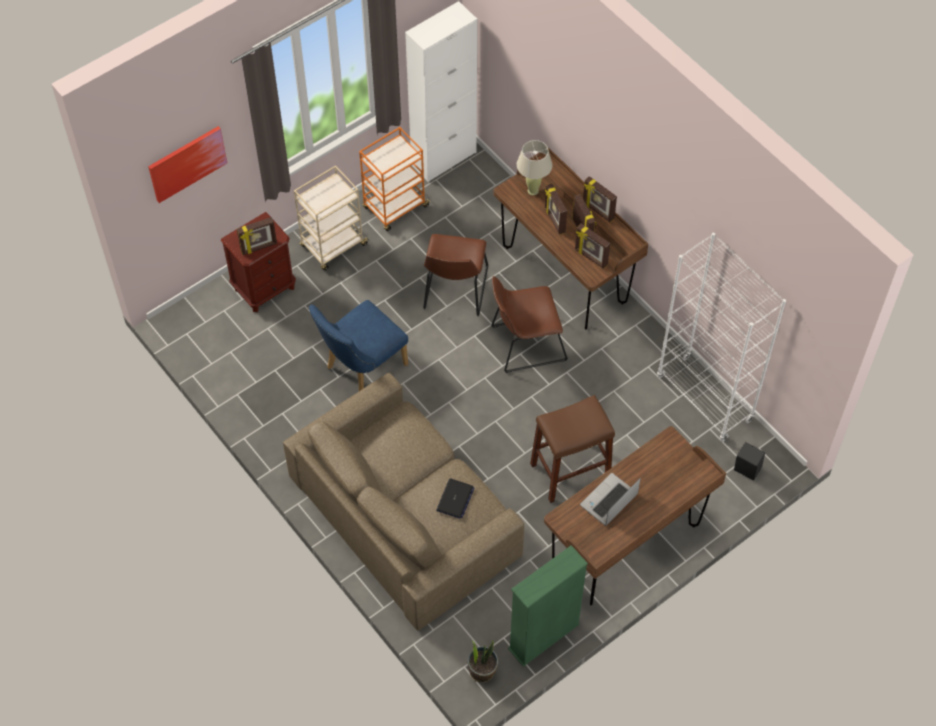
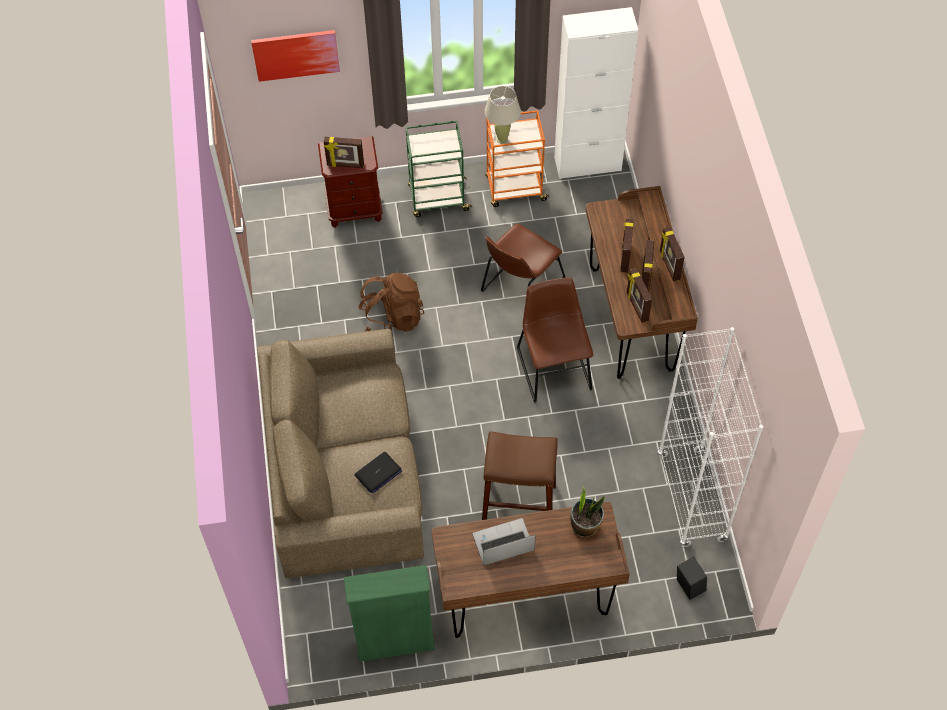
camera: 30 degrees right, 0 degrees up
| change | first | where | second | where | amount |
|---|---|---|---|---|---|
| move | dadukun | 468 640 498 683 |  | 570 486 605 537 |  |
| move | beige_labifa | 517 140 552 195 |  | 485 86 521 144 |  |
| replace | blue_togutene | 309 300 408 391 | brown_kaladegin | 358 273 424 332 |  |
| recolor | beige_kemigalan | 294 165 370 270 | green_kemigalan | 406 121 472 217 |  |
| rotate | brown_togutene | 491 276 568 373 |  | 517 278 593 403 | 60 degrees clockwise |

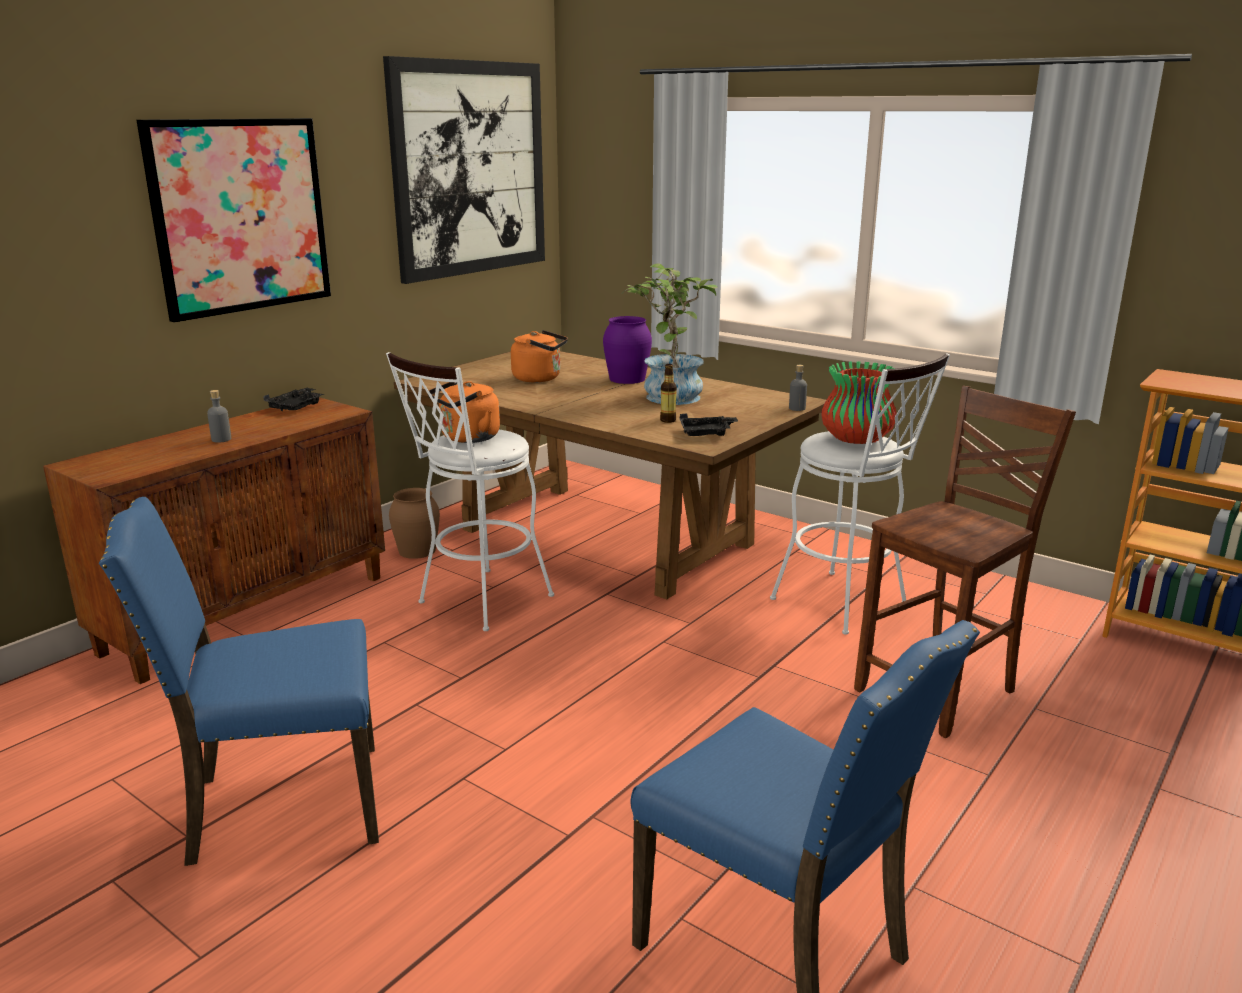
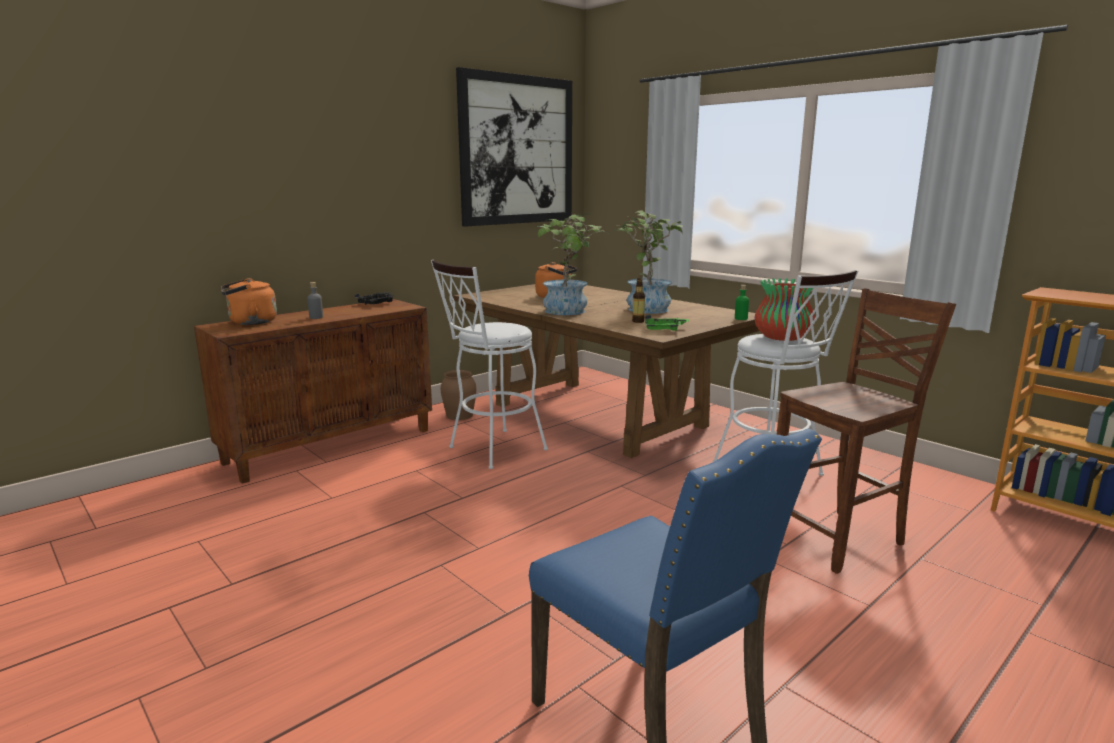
camera: 10 degrees right, 5 degrees down
| change | first | where | second | where | amount |
|---|---|---|---|---|---|
| delete | blue_togutene | 99 497 379 866 |  |  |  |
| delete | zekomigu | 137 118 331 322 |  |  |  |
| delete | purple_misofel | 603 316 652 384 |  |  |  |
| insert |  |  | dadukun | 537 213 610 315 |  |
| move | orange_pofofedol | 428 381 500 443 |  | 221 278 277 325 |  |
| recolor | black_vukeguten | 680 414 738 436 | green_vukeguten | 645 315 689 331 |  |
| recolor | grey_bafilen | 789 365 807 411 | green_bafilen | 735 285 749 320 |  |

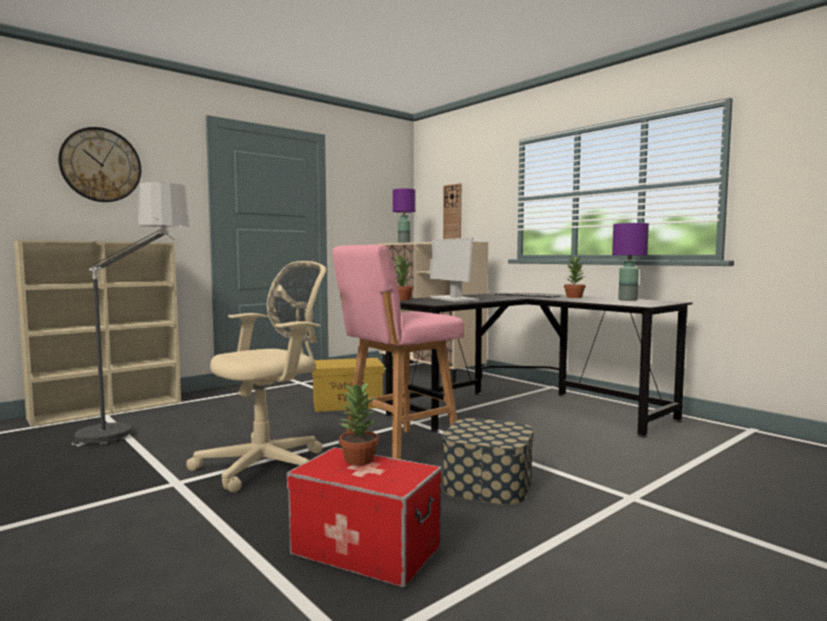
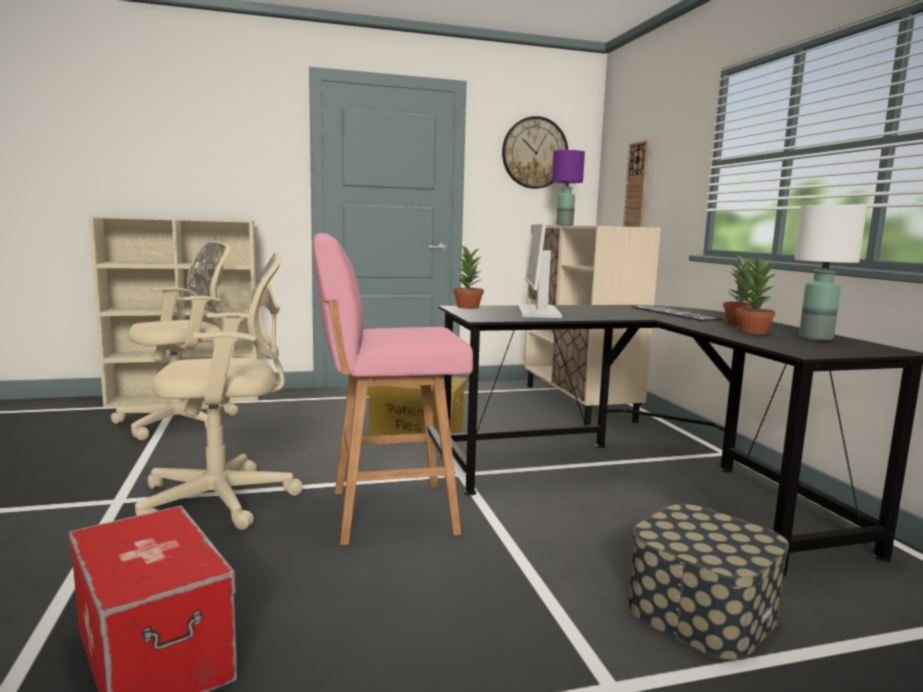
camera: 25 degrees right, 5 degrees up
| change | first | where | second | where | amount |
|---|---|---|---|---|---|
| move | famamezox | 58 127 141 202 |  | 502 116 568 189 |  |
| move | dadukun | 338 382 379 466 |  | 735 257 776 334 |  |
| move | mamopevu | 442 418 534 505 |  | 628 504 789 660 |  |
| replace | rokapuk | 72 182 190 447 | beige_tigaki | 111 241 238 440 |  |
| recolor | purple_labifa | 612 223 649 301 | white_labifa | 794 205 867 341 |  |

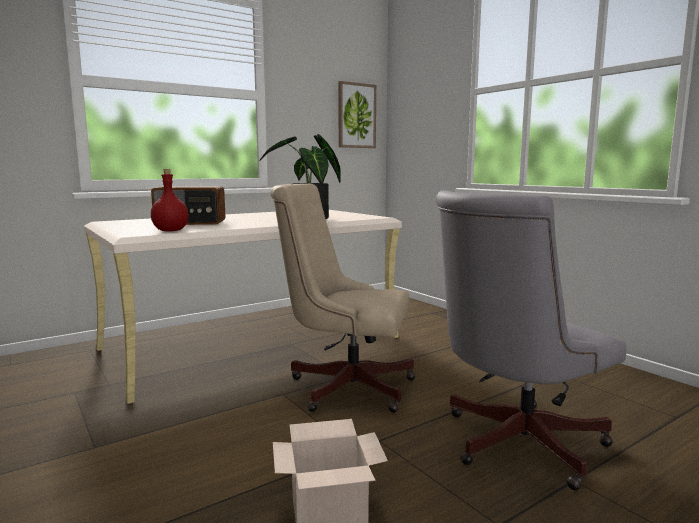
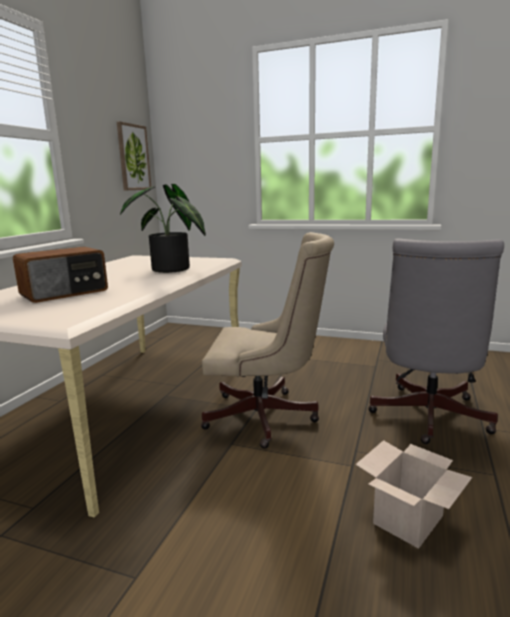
camera: 35 degrees left, 5 degrees up
| change | first | where | second | where | amount |
|---|---|---|---|---|---|
| delete | red_bafilen | 151 169 189 232 |  |  |  |
| rotate | beige_tigaki | 270 184 416 413 |  | 201 232 334 449 | 150 degrees counterclockwise |

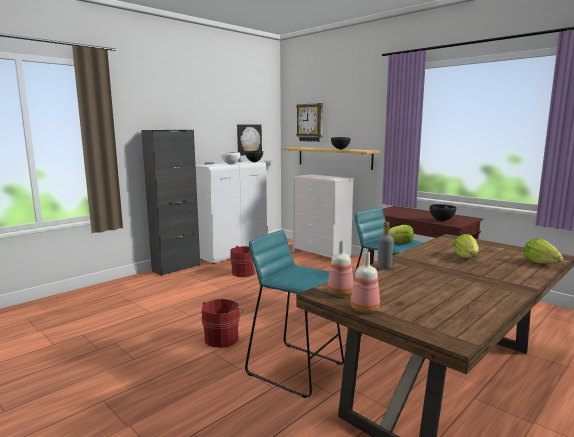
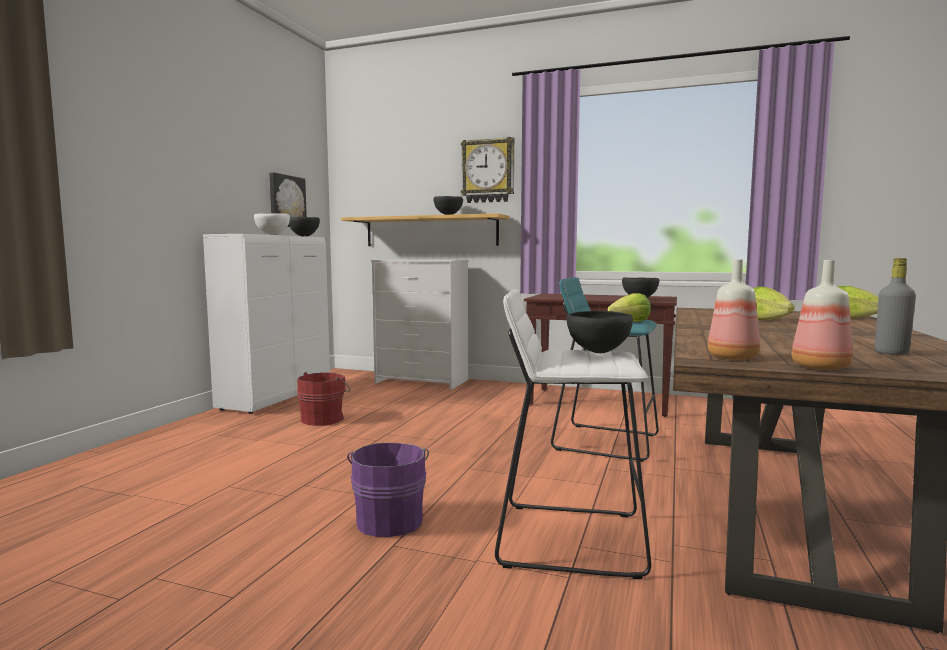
camera: 25 degrees left, 5 degrees down
| change | first | where | second | where | amount |
|---|---|---|---|---|---|
| delete | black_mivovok | 141 130 200 276 |  |  |  |
| insert |  |  | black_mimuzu | 567 311 633 353 |  |
| move | famamezox | 296 103 323 142 |  | 461 137 514 203 |  |
| move | grey_bafilen | 378 222 394 269 |  | 875 258 916 355 |  |
| recolor | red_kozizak | 201 299 243 348 | purple_kozizak | 347 442 429 537 |  |
| recolor | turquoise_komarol | 245 230 344 398 | white_komarol | 495 289 651 579 |  |

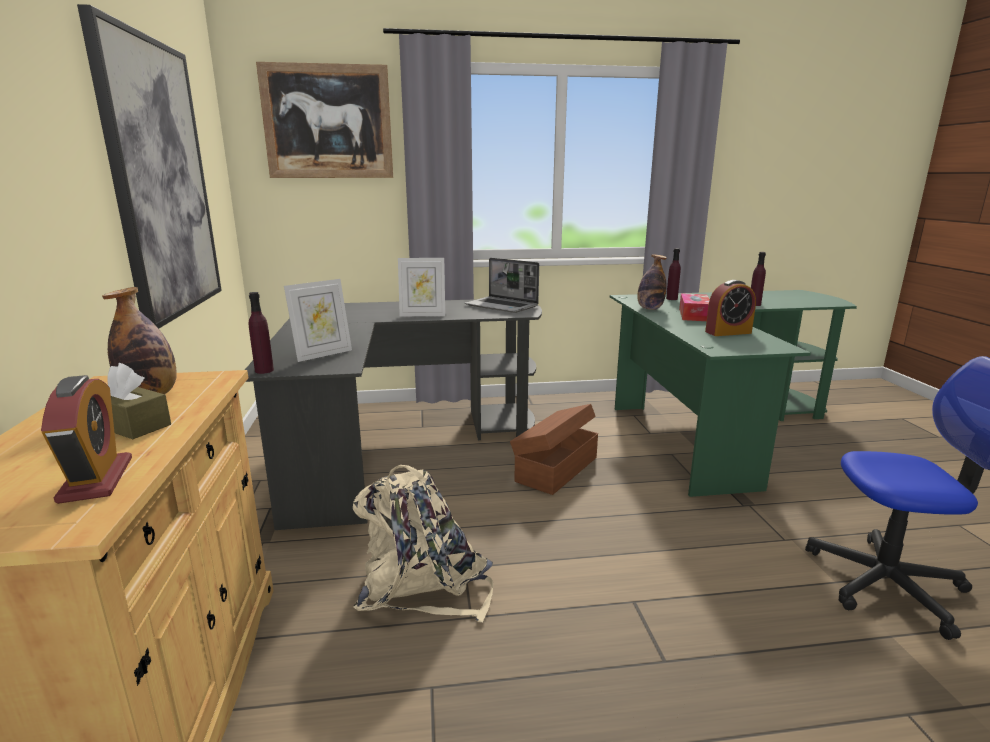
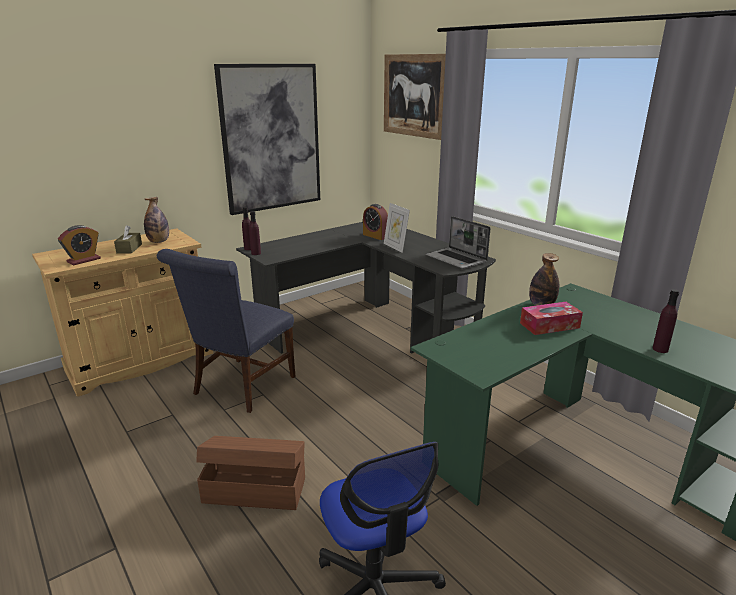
camera: 60 degrees right, 5 degrees up
| change | first | where | second | where | amount |
|---|---|---|---|---|---|
| delete | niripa | 284 279 352 362 |  |  |  |
| move | brown_mamopevu | 510 404 598 495 |  | 196 436 305 510 |  |
| move | purple_bafilen | 666 248 681 300 |  | 249 211 261 255 |  |
| move | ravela | 705 280 756 336 |  | 363 204 388 240 |  |
| replace | beige_kaladegin | 353 465 493 622 | blue_togutene | 157 249 296 413 |  |
| rotate | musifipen | 465 258 539 313 |  | 426 216 491 269 | 45 degrees counterclockwise |

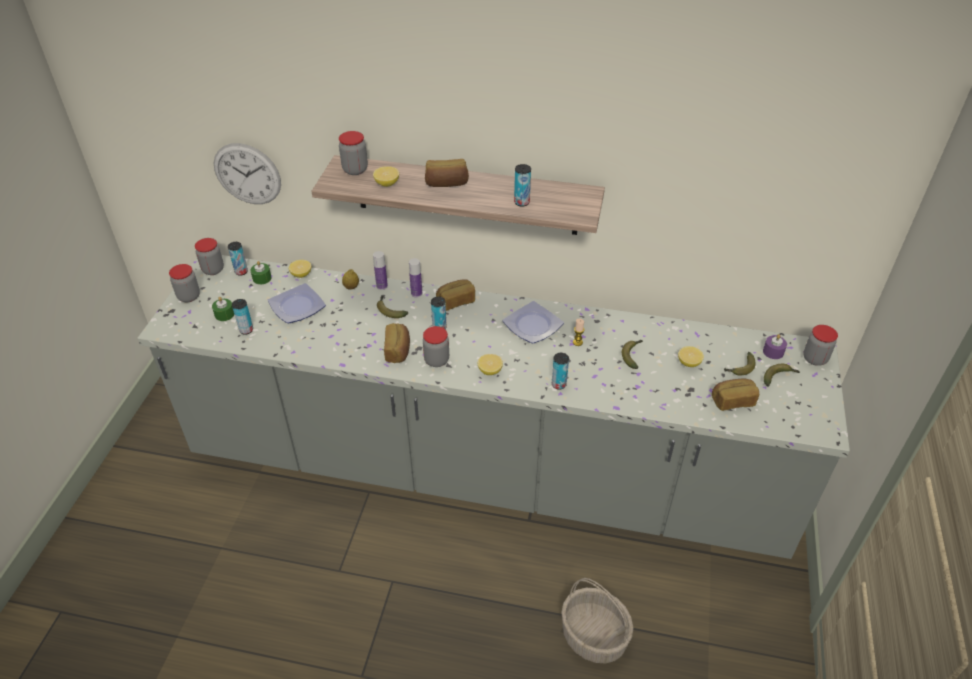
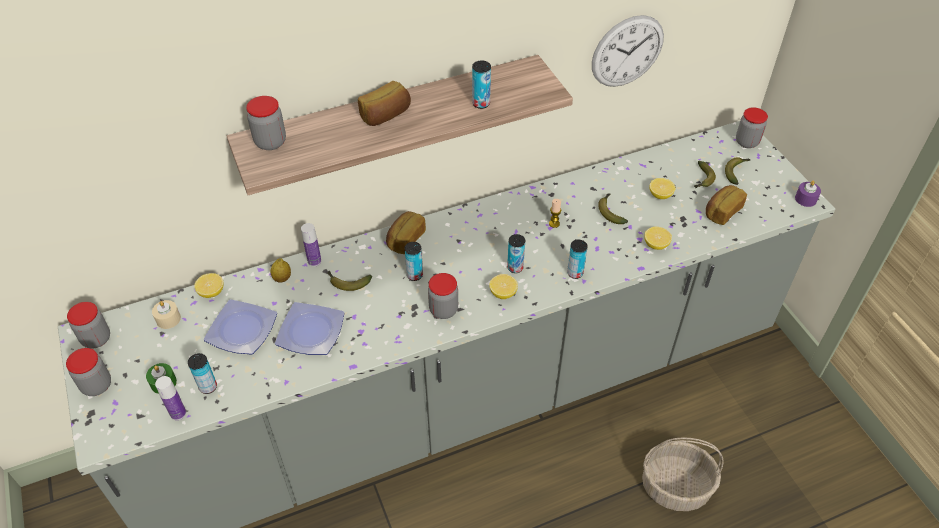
camera: 35 degrees left, 5 degrees up
| change | first | where | second | where | amount |
|---|---|---|---|---|---|
| delete | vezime | 384 323 410 363 |  |  |  |
| move | famamezox | 214 143 281 204 |  | 592 15 664 87 |  |
| move | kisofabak | 228 242 248 276 |  | 507 234 525 273 |  |
| move | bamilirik | 373 166 399 187 |  | 644 227 672 250 |  |
| move | bafilen | 409 258 422 297 |  | 155 376 186 420 |  |
| move | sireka | 503 301 564 343 |  | 275 302 344 355 |  |
| move | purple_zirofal | 763 334 787 359 |  | 795 180 821 207 |  |
| recolor | green_zirofal | 250 261 272 285 | beige_zirofal | 152 300 181 329 |  |

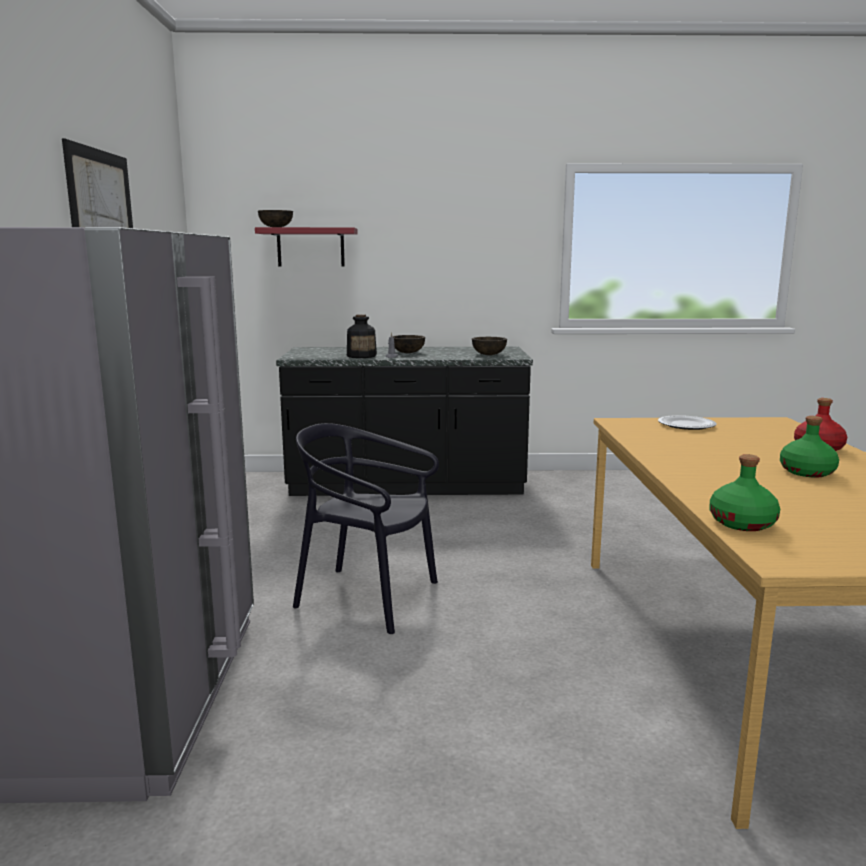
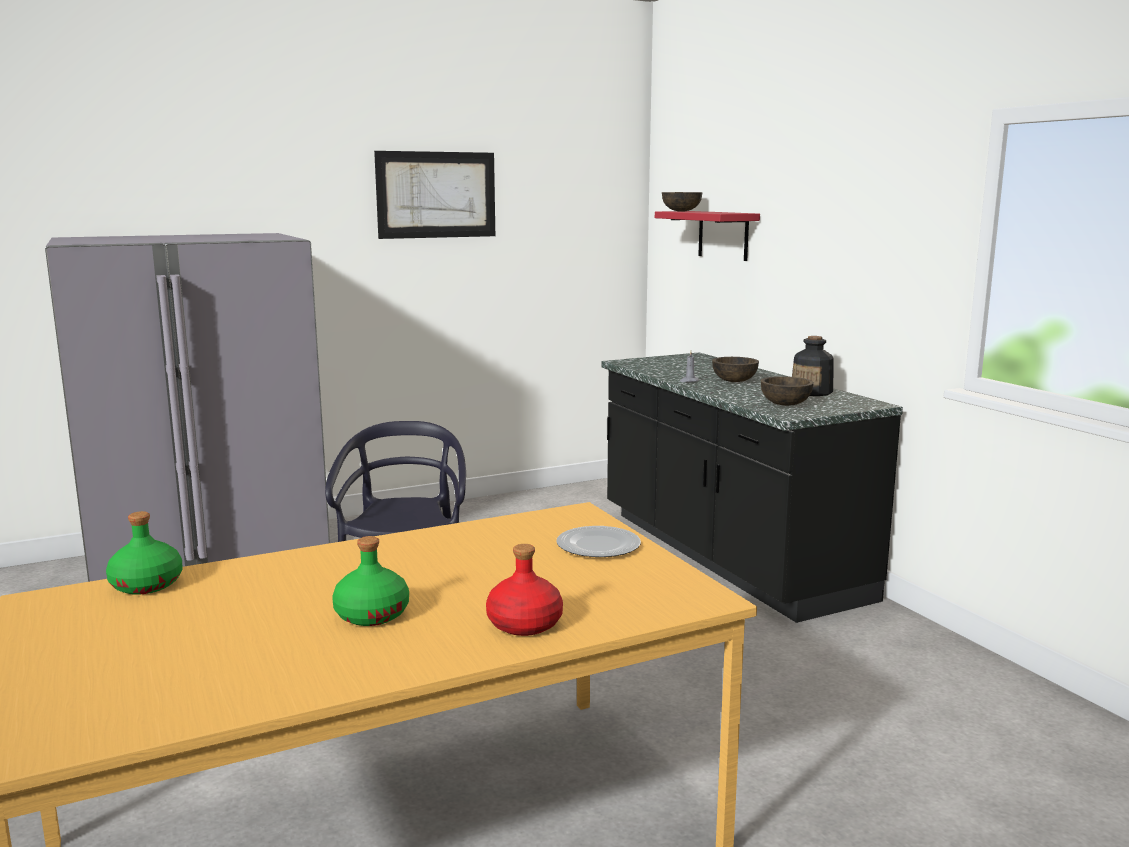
camera: 65 degrees right, 0 degrees up
| change | first | where | second | where | amount |
|---|---|---|---|---|---|
| move | bafilen | 347 314 377 358 |  | 792 336 834 396 |  |

